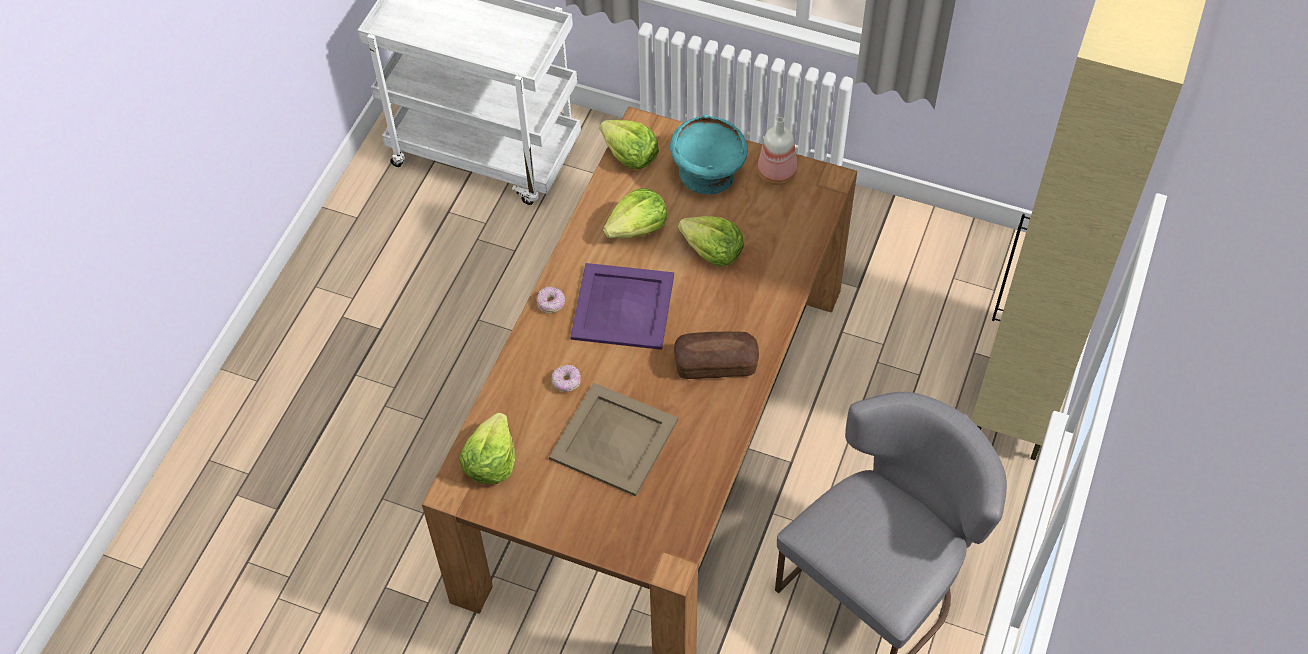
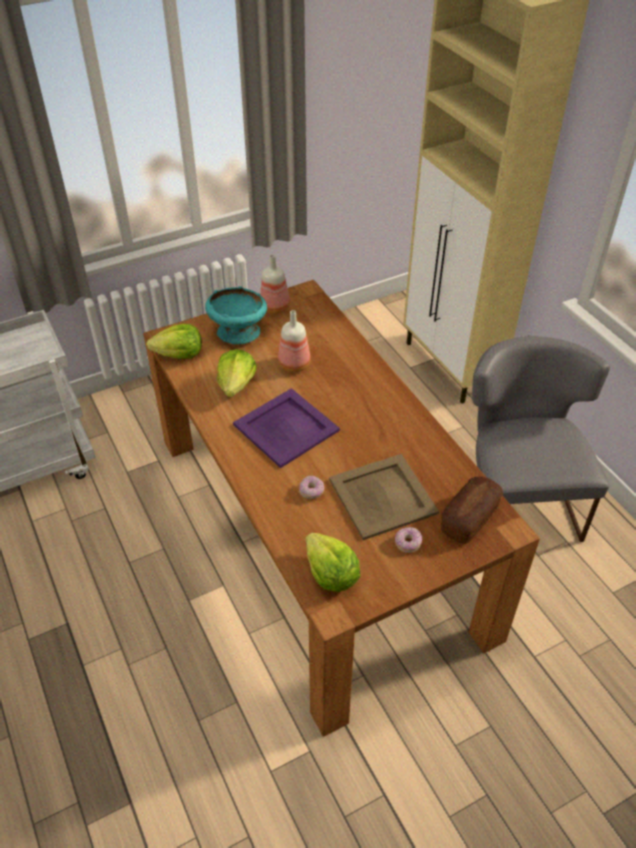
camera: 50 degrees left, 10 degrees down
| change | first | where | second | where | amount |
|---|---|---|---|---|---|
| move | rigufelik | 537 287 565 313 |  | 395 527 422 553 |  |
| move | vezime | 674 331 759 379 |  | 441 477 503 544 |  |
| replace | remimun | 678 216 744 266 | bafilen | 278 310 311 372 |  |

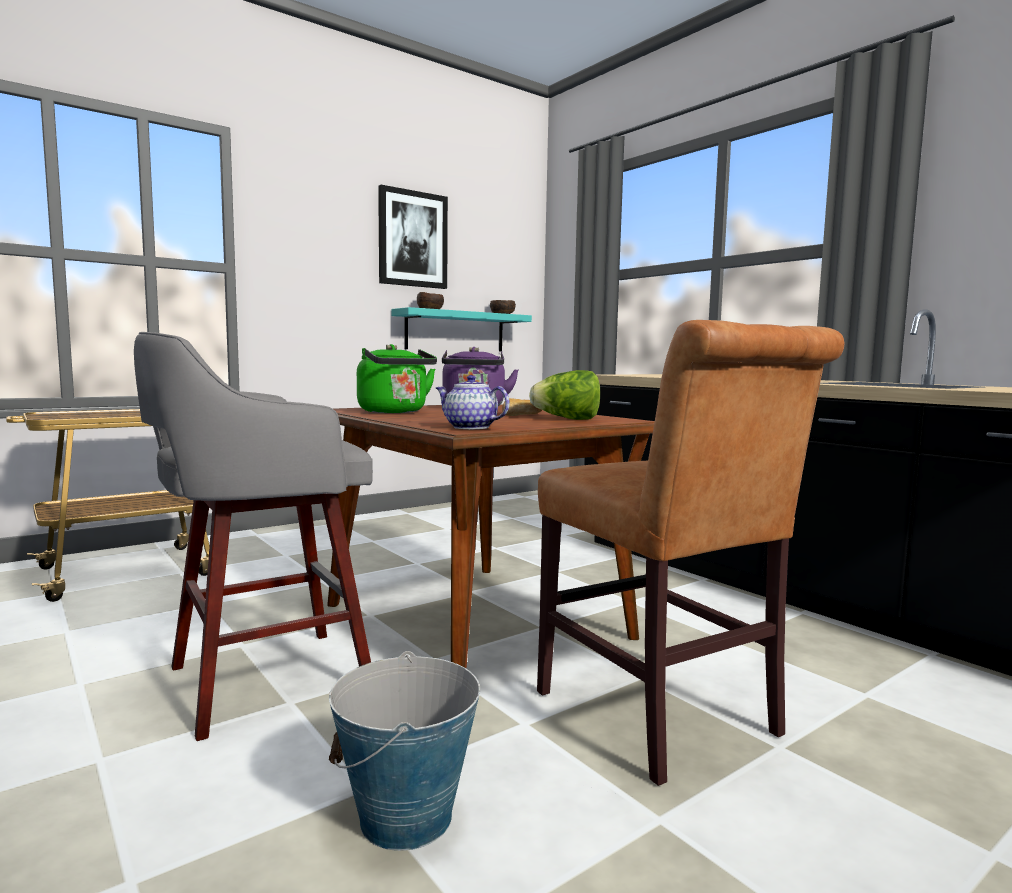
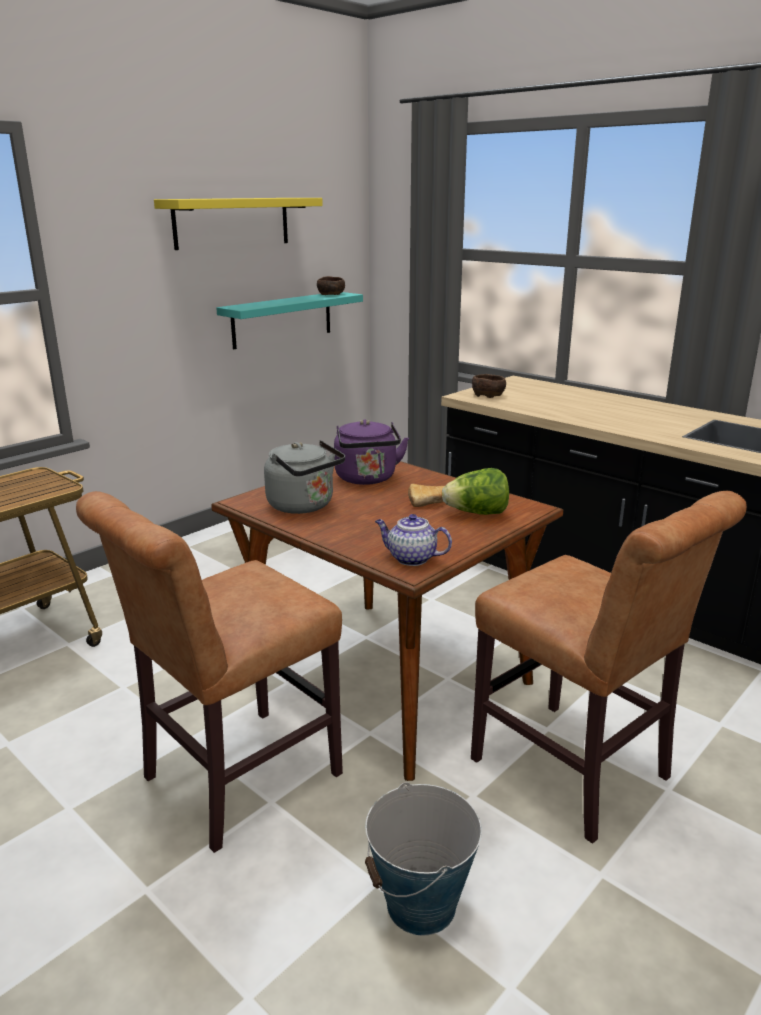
camera: 10 degrees left, 15 degrees up
| change | first | where | second | where | amount |
|---|---|---|---|---|---|
| move | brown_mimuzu | 417 292 444 309 |  | 472 374 506 398 |  |
| replace | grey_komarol | 134 332 373 741 | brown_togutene | 76 491 343 853 |  |
| replace | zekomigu | 378 185 448 289 | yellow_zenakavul | 154 198 323 250 |  |
| recolor | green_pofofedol | 357 344 437 413 | grey_pofofedol | 264 440 345 514 |  |

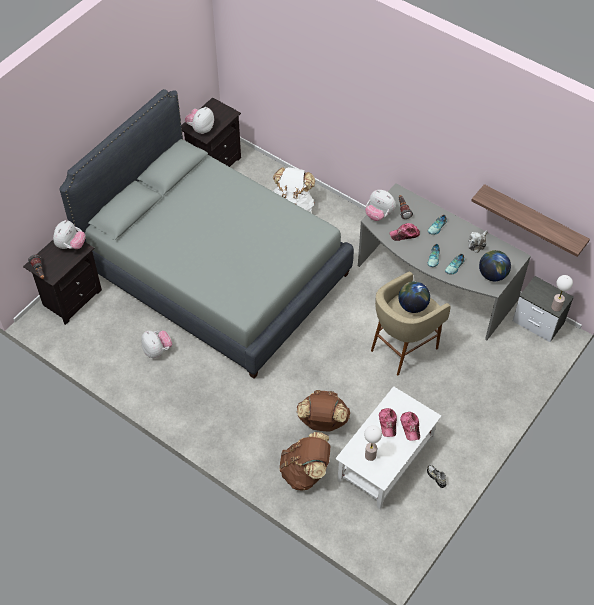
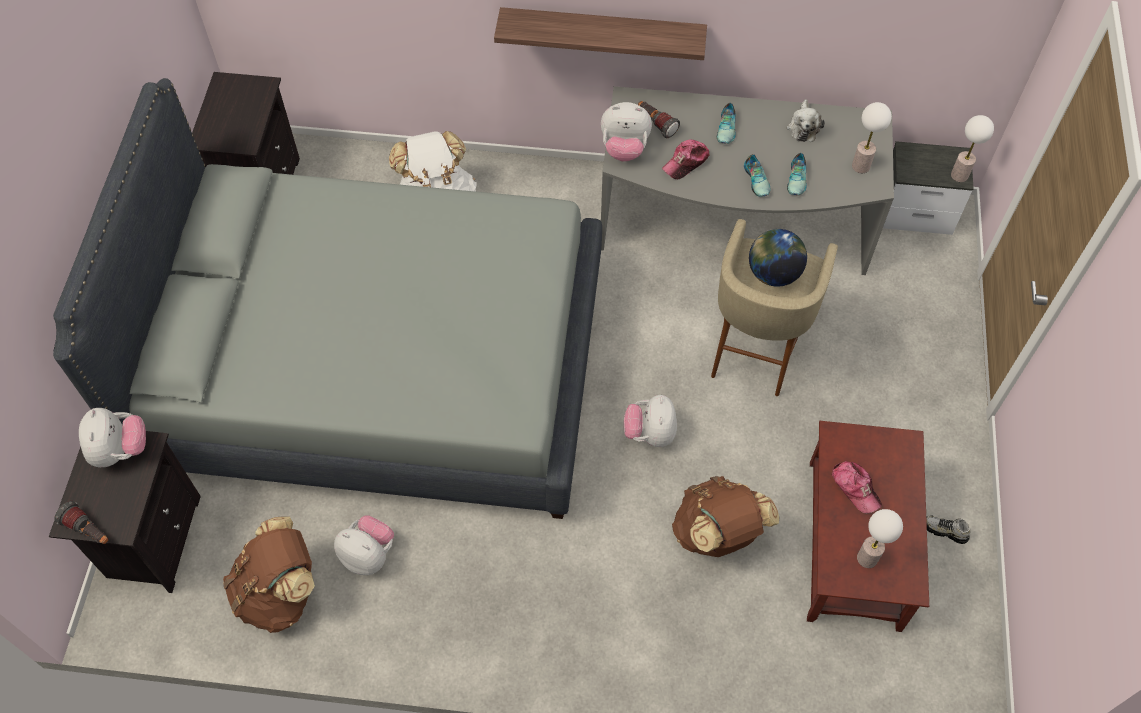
camera: 30 degrees left, 5 degrees up
| change | first | where | second | where | amount |
|---|---|---|---|---|---|
| delete | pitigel | 400 412 420 441 |  |  |  |
| move | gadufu | 185 107 214 134 |  | 624 395 677 447 |  |
| move | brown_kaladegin | 279 432 330 491 |  | 223 516 315 633 |  |
| move | zenakavul | 471 184 590 257 |  | 494 7 707 60 |  |
| replace | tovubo | 479 250 511 281 | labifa | 852 102 892 173 |  |
| recolor | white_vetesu | 335 386 441 509 | brown_vetesu | 807 421 929 632 |  |

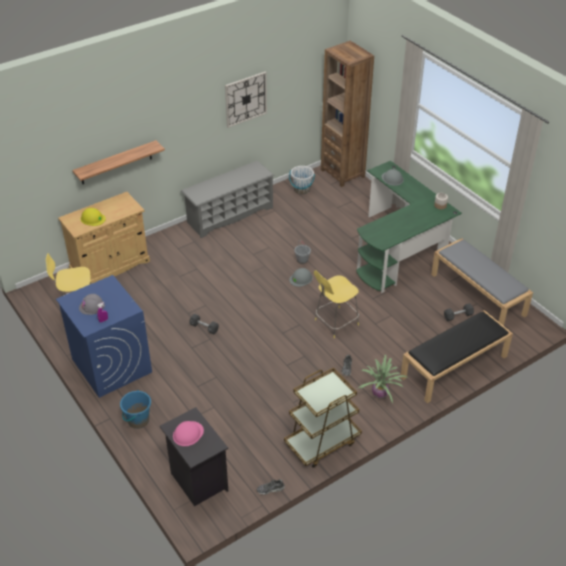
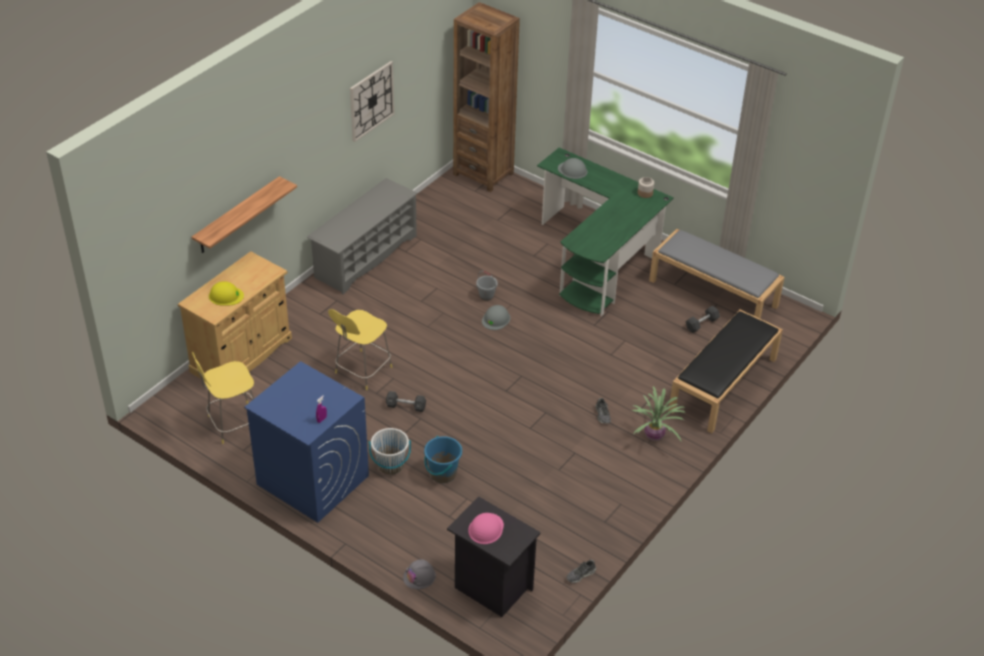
camera: 20 degrees left, 0 degrees up
| change | first | where | second | where | amount |
|---|---|---|---|---|---|
| delete | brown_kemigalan | 284 368 362 468 |  |  |  |
| move | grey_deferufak | 79 294 105 315 |  | 403 560 436 589 |  |
| move | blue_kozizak | 120 390 151 429 |  | 424 436 462 483 |  |
| move | white_kozizak | 289 166 315 194 |  | 369 428 411 475 |  |
| move | yellow_komarol | 314 270 359 338 |  | 328 309 392 390 |  |

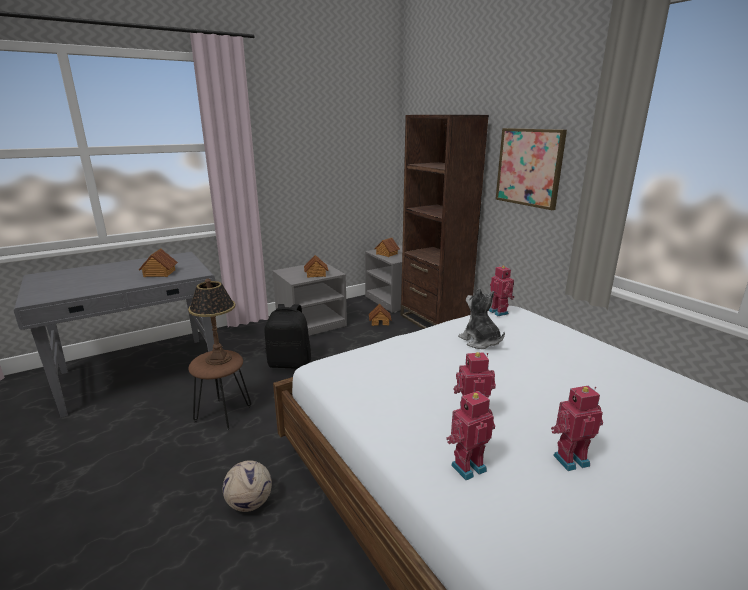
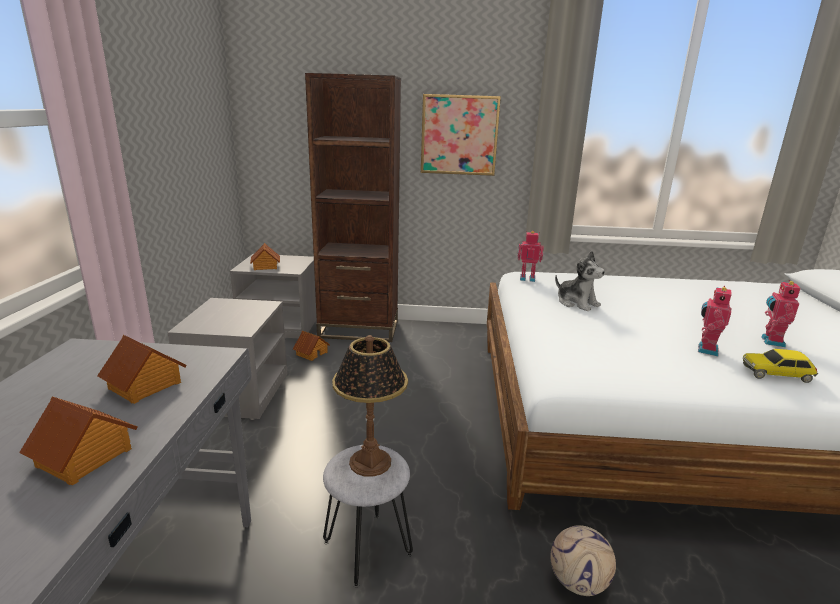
camera: 55 degrees left, 0 degrees up
| change | first | where | second | where | amount |
|---|---|---|---|---|---|
| delete | black_kaladegin | 265 304 311 369 |  |  |  |
| move | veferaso | 304 255 329 278 |  | 19 396 138 485 |  |
| replace | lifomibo | 446 391 495 480 | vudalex | 743 349 818 383 |  |
| recolor | brown_komarol | 188 350 252 430 | grey_komarol | 323 445 413 587 |  |
| rotate | gadufu | 458 288 505 349 |  | 555 251 605 311 | 135 degrees counterclockwise |

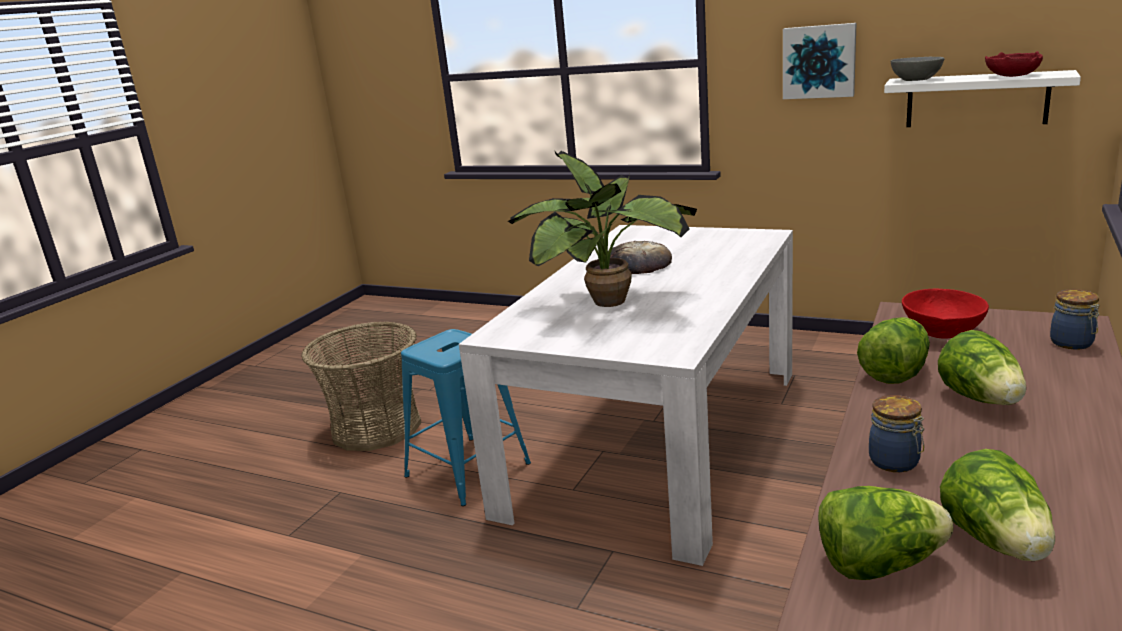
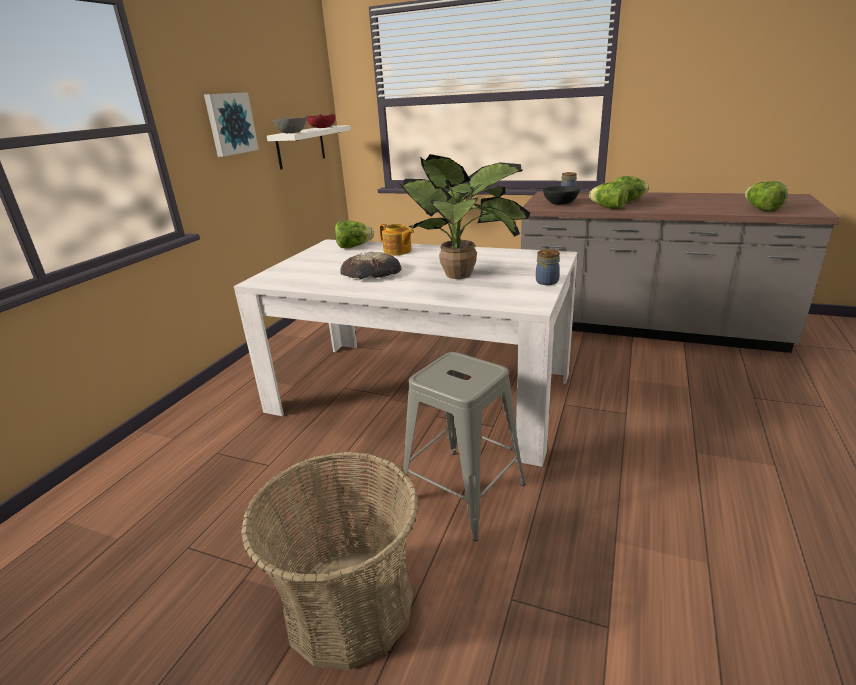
camera: 95 degrees left, 5 degrees up
| change | first | where | second | where | amount |
|---|---|---|---|---|---|
| insert |  |  | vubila | 379 224 414 255 |  |
| move | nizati | 869 395 924 472 |  | 536 249 560 285 |  |
| move | remimun | 940 449 1055 561 |  | 335 221 374 248 |  |
| recolor | blue_komarol | 401 329 531 506 | grey_komarol | 401 352 526 541 |  |
| recolor | red_mimuzu | 902 288 989 339 | black_mimuzu | 543 186 580 205 |  |

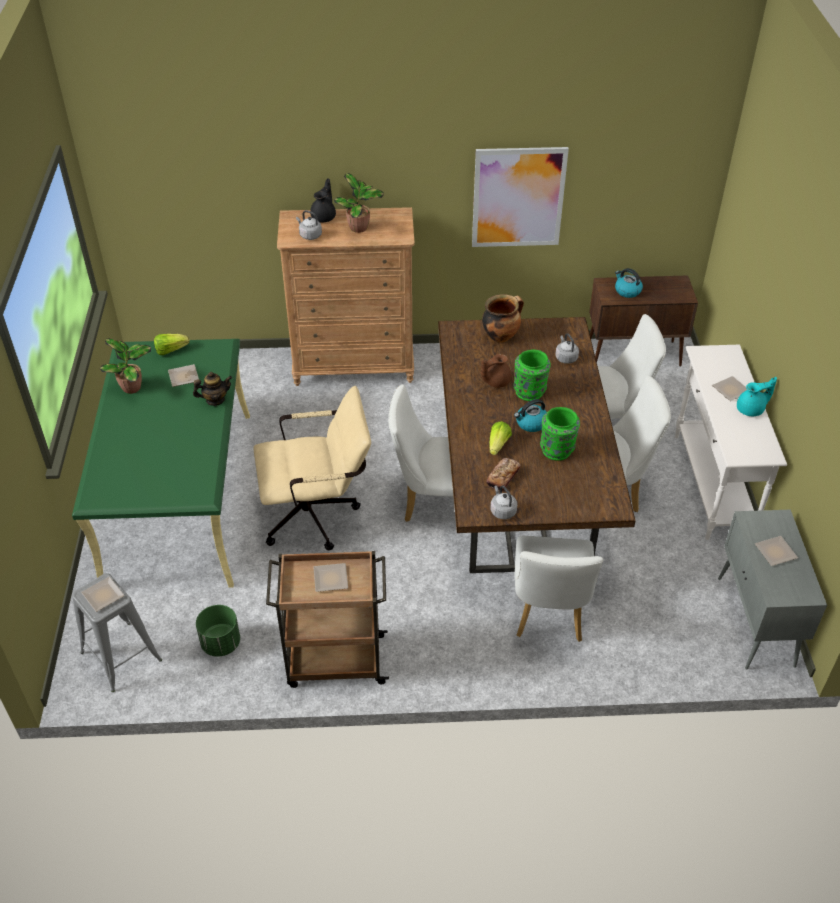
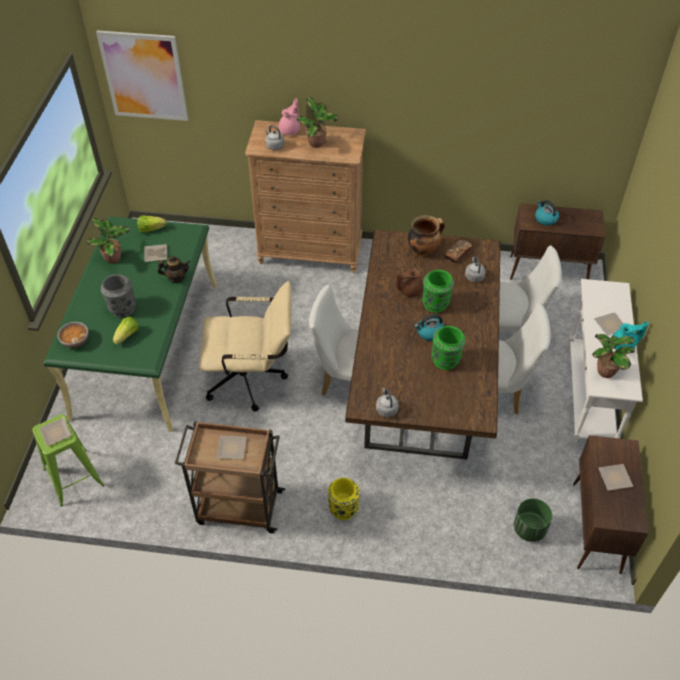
camera: 10 degrees right, 5 degrees up
| change | first | where | second | where | amount |
|---|---|---|---|---|---|
| delete | white_togutene | 515 536 603 642 |  |  |  |
| insert |  |  | mimuzu | 58 322 88 348 |  |
| insert |  |  | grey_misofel | 101 274 136 317 |  |
| insert |  |  | yellow_misofel | 328 478 360 520 |  |
| insert |  |  | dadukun | 592 334 635 378 |  |
| move | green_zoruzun | 196 605 240 657 |  | 514 498 552 542 |  |
| move | zekomigu | 472 147 569 247 |  | 96 30 188 121 |  |
| move | vezime | 487 458 521 491 |  | 444 240 472 264 |  |
| move | remimun | 489 421 512 455 |  | 113 317 139 345 |  |
| recolor | grey_komarol | 72 573 162 692 | green_komarol | 32 414 104 506 |  |
| recolor | black_vubila | 310 178 336 222 | pink_vubila | 279 98 300 135 |  |
| recolor | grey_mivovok | 718 509 827 669 | brown_mivovok | 573 435 649 574 |  |

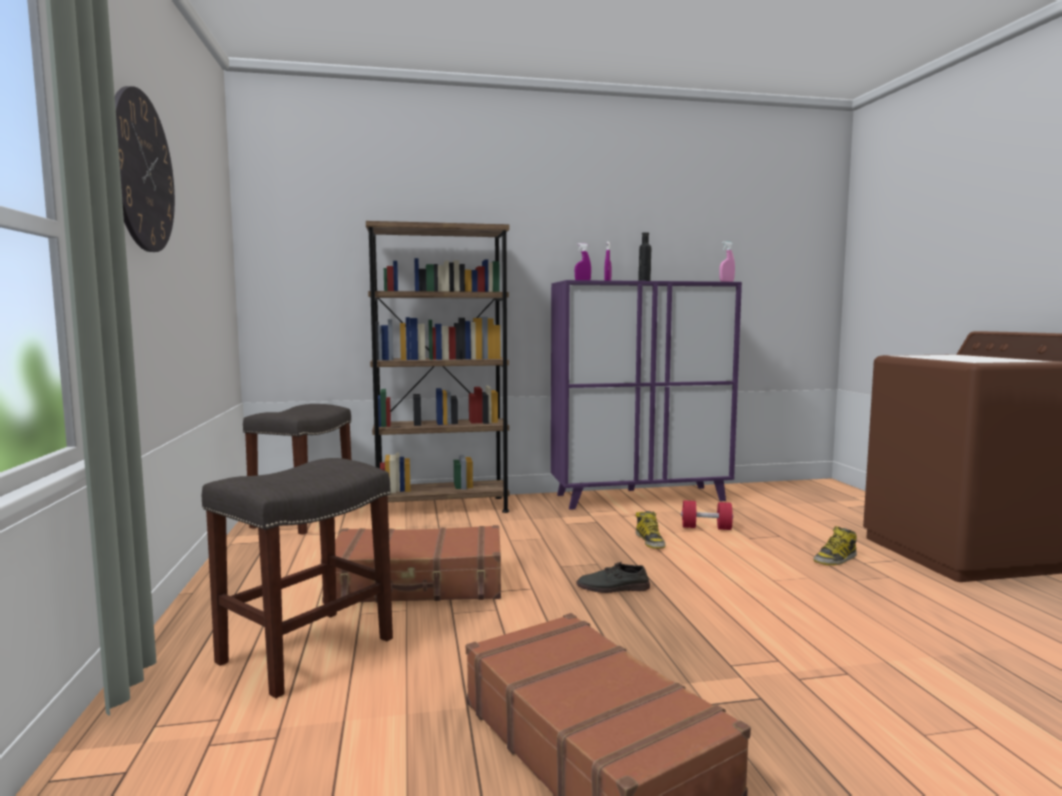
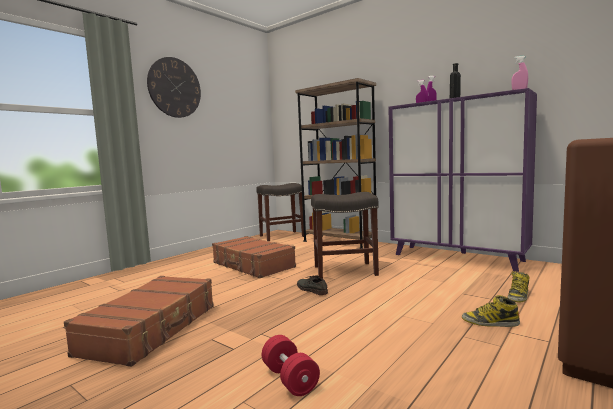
camera: 50 degrees right, 0 degrees up
| change | first | where | second | where | amount |
|---|---|---|---|---|---|
| move | grey_komarol | 202 458 393 698 |  | 311 192 379 279 |  |
| move | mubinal | 636 511 666 549 |  | 508 271 529 303 |  |
| move | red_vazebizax | 681 500 733 530 |  | 262 335 320 396 |  |

